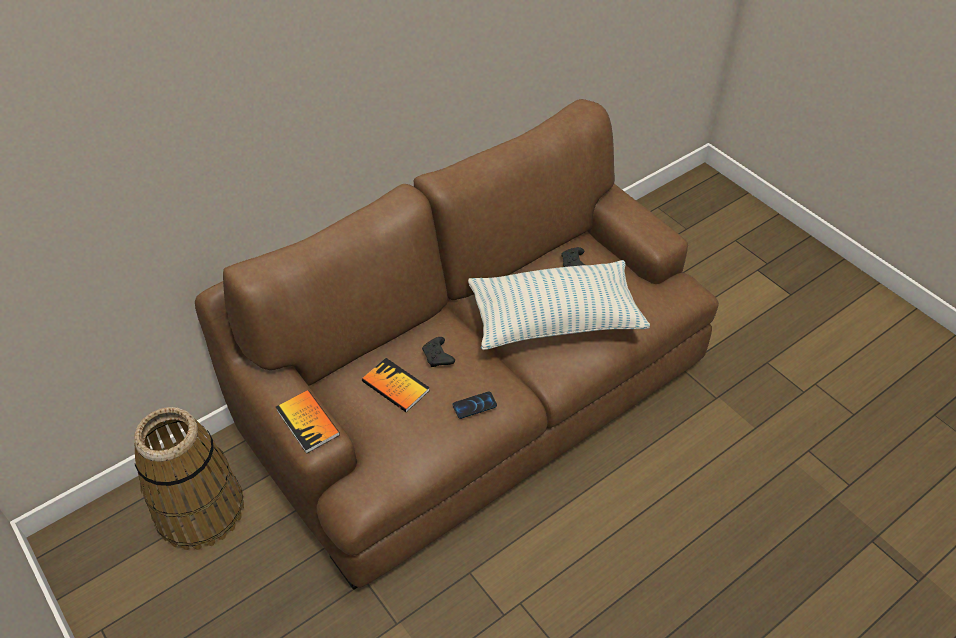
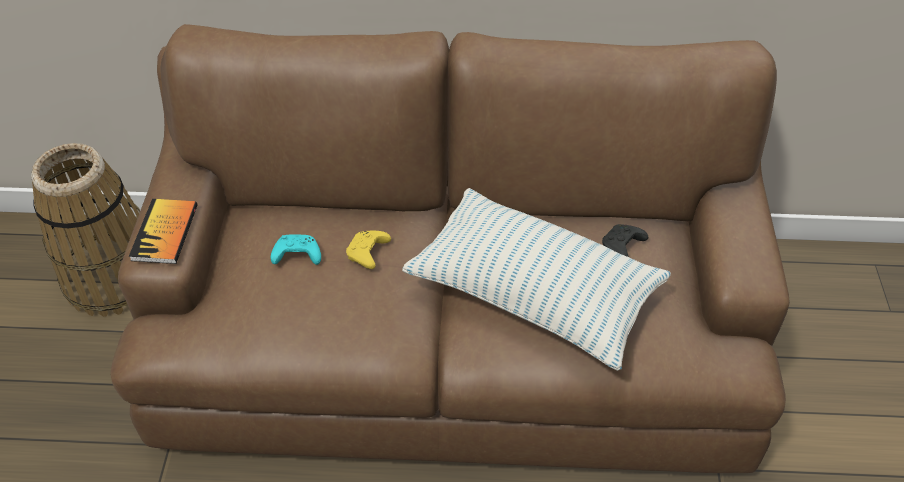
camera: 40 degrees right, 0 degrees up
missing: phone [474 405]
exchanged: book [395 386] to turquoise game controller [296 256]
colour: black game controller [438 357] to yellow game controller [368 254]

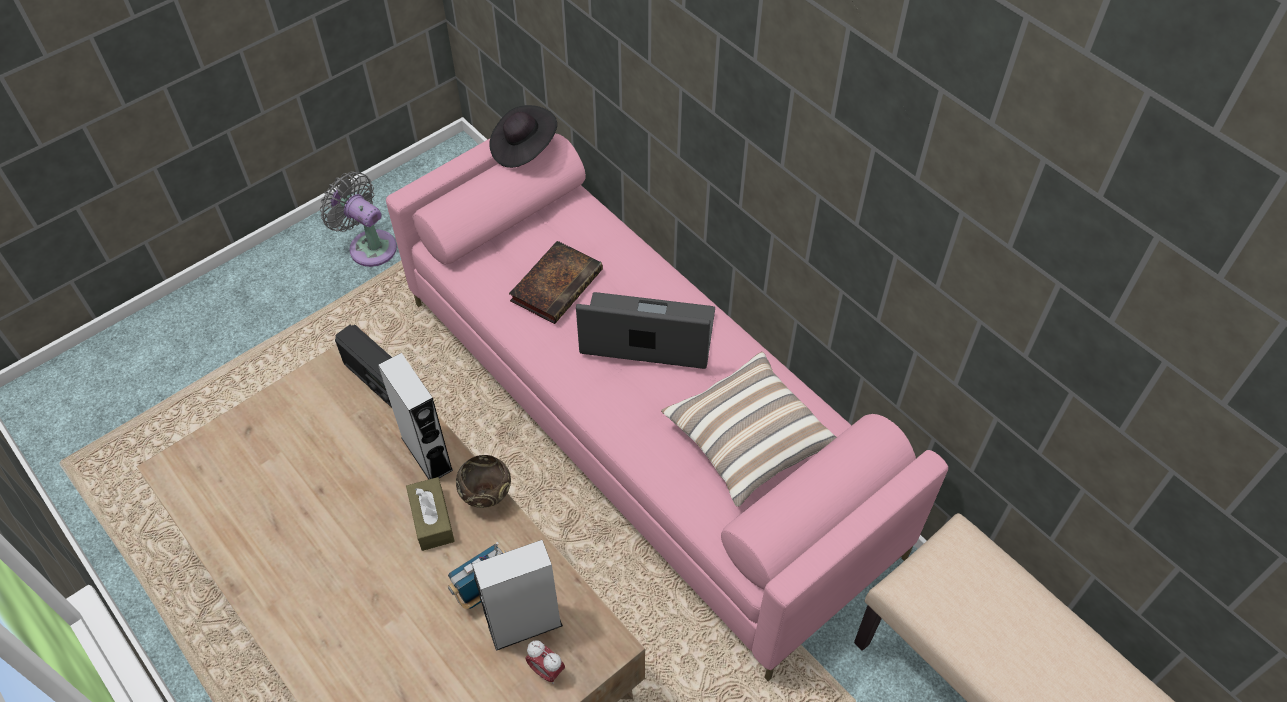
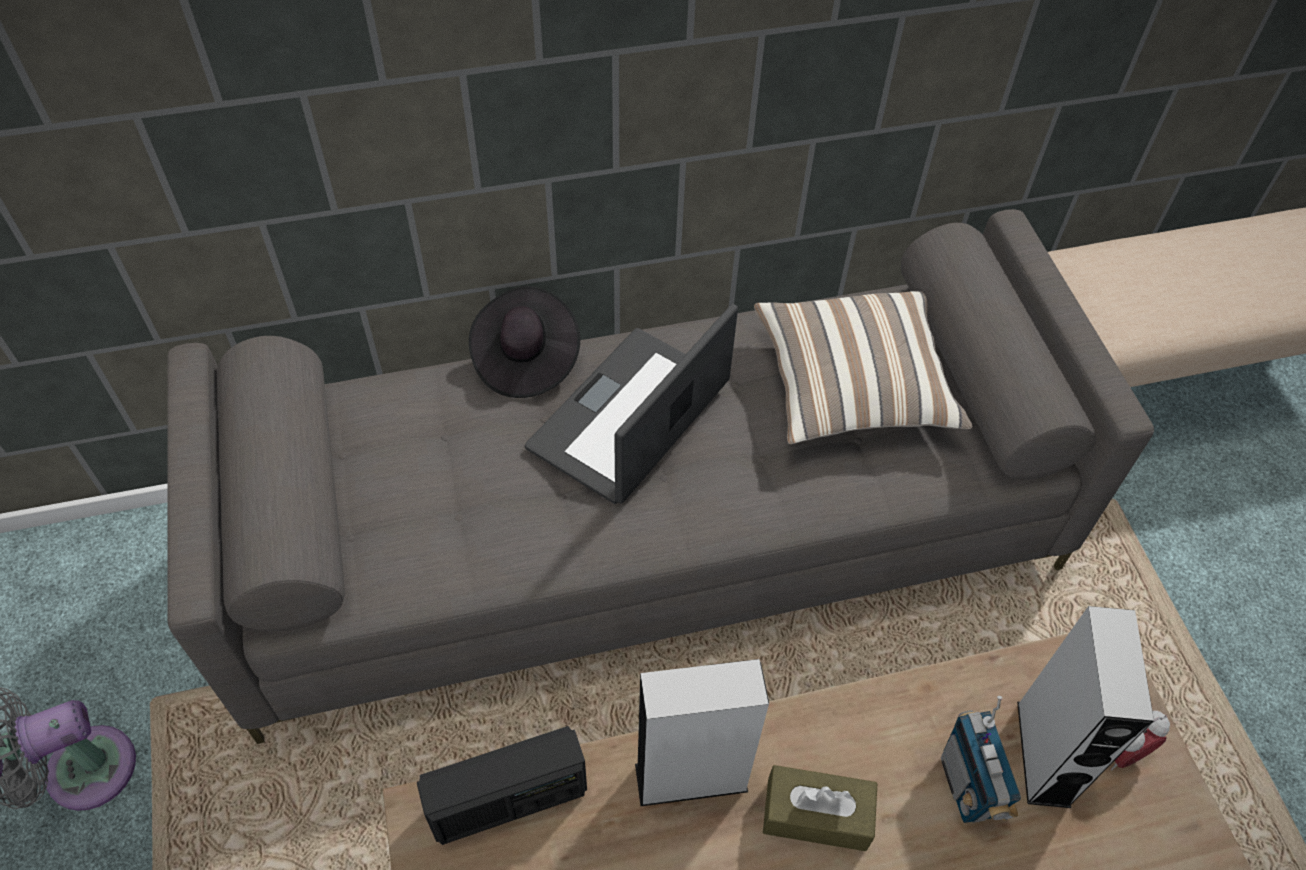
camera: 65 degrees left, 0 degrees up
missing: brown bowl [487 496]; book [557 284]
relocated: black hat [523 148] to [525 359]
colour: pink sofa [646 423] to grey sofa [651 534]

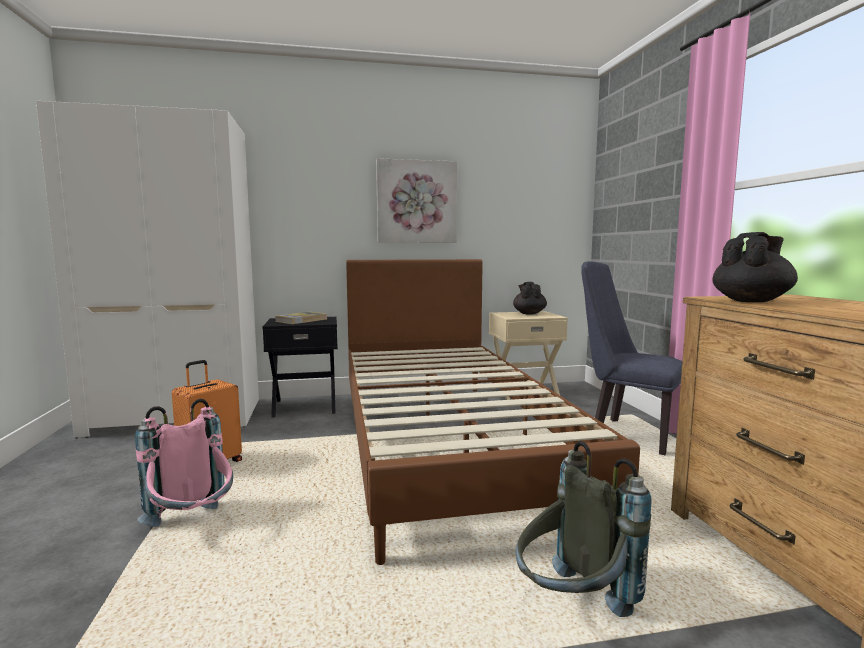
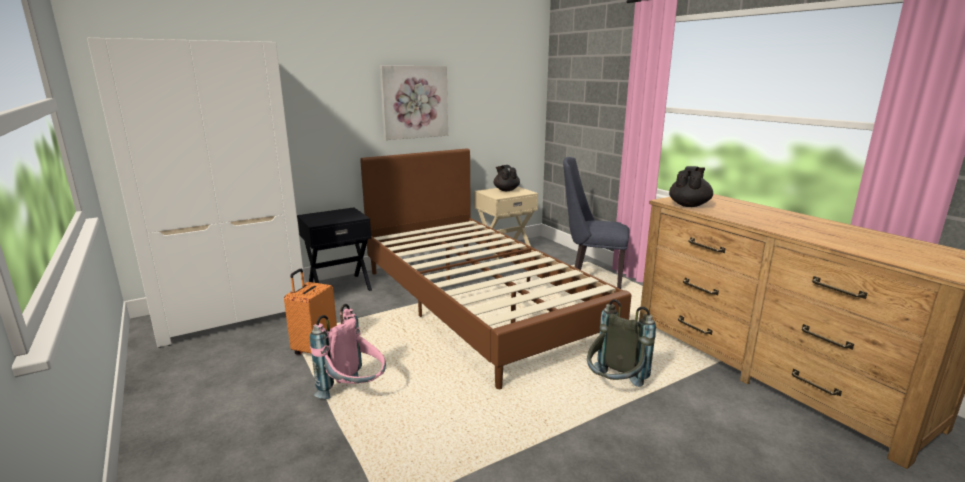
camera: 20 degrees left, 10 degrees up
missing: book [301 320]

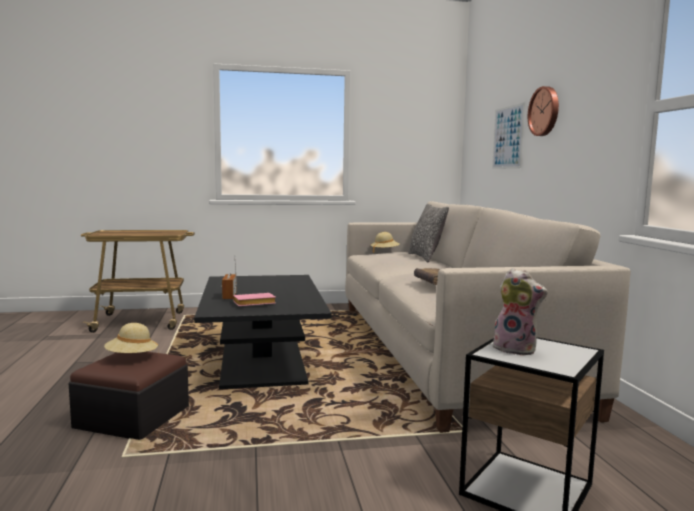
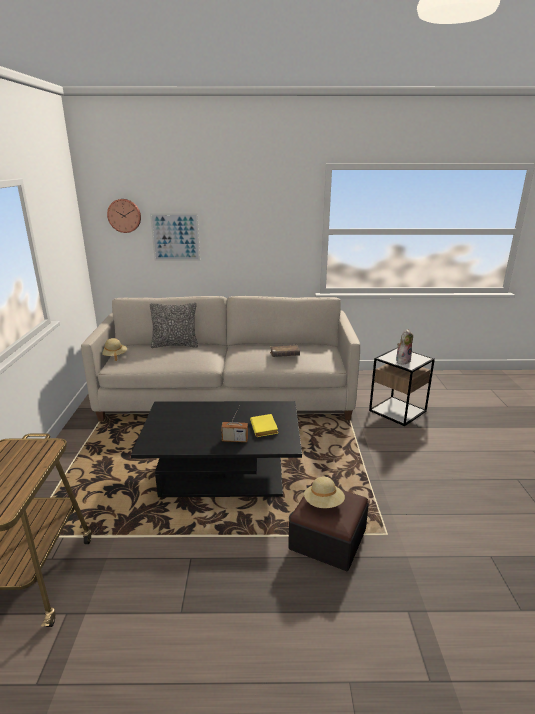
camera: 80 degrees left, 15 degrees up
relocated: wall clock [545 111] to [124 215]
colour: pink book [253 304] to yellow book [265 428]

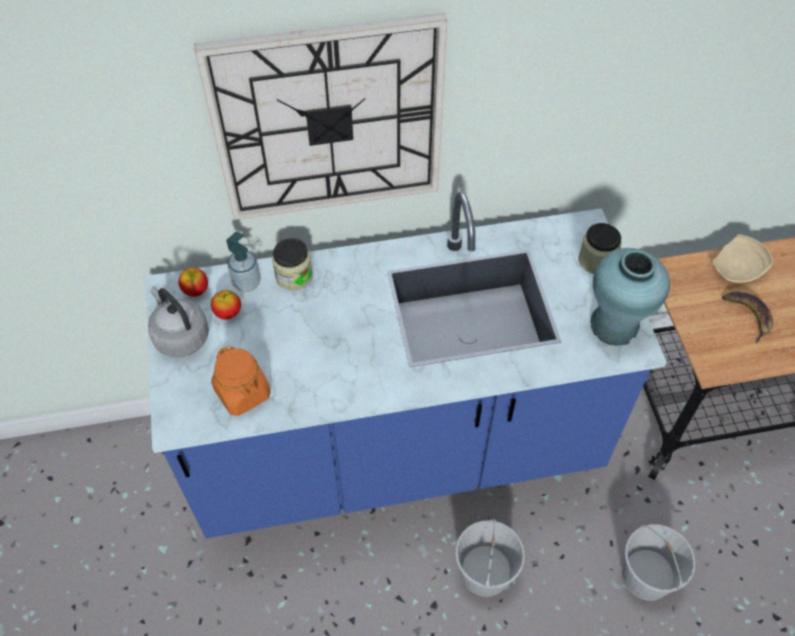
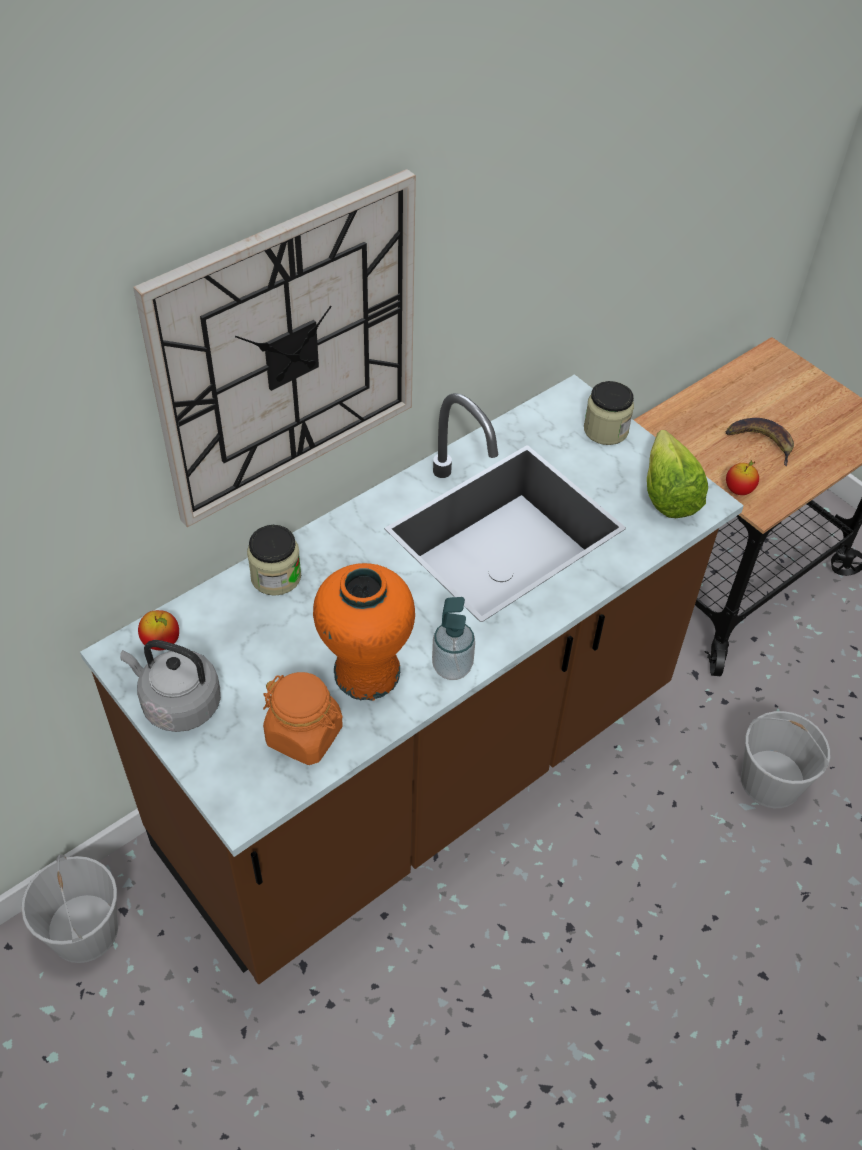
camera: 30 degrees left, 5 degrees down
missing: beige plate [738 268]
appeared: orange vase [366 672]
relocated: apple [228 313] to [738 490]; soap dispenser [247 283] to [452 667]; white bucket [485 573] to [85 931]
exchanged: turquoise vase [614 325] to lettuce [668 488]
colour: blue counter [397 451] to brown counter [423 774]

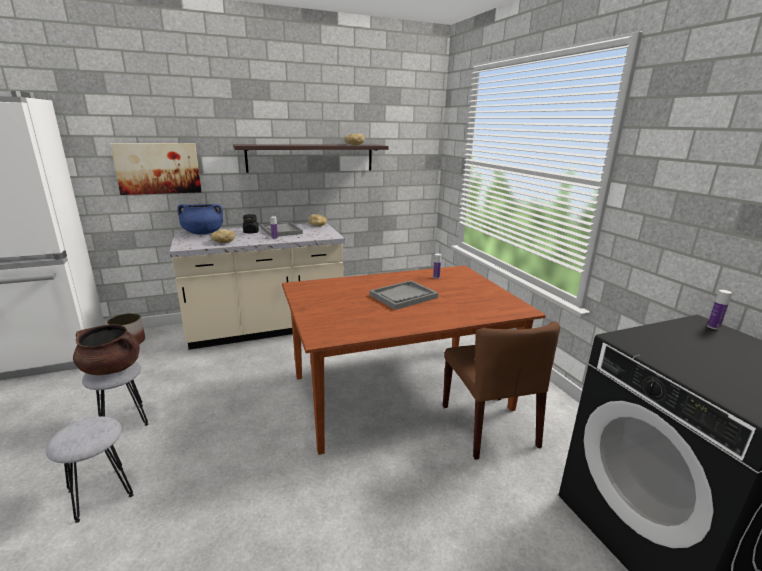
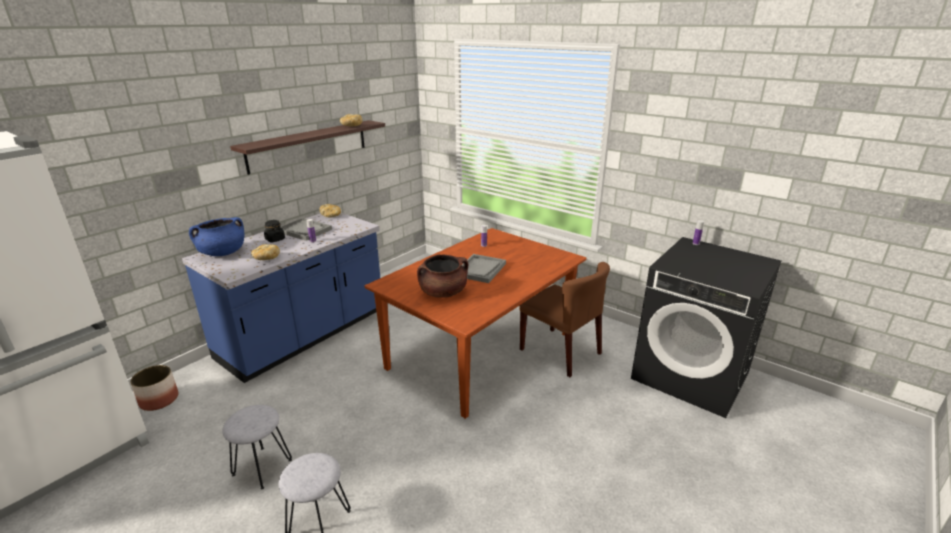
camera: 30 degrees left, 5 degrees up
missing: picture [158 168]
relocated: brown cooking pot [112 368] to [443 293]
colour: beige counter [266 328] to blue counter [304 335]

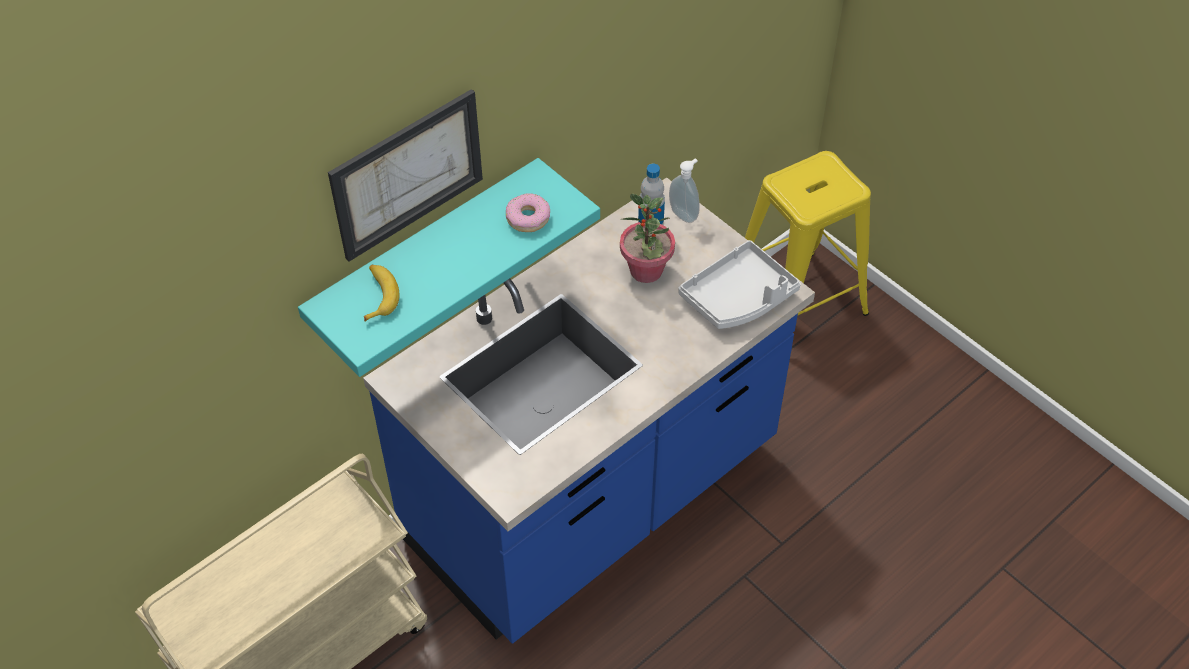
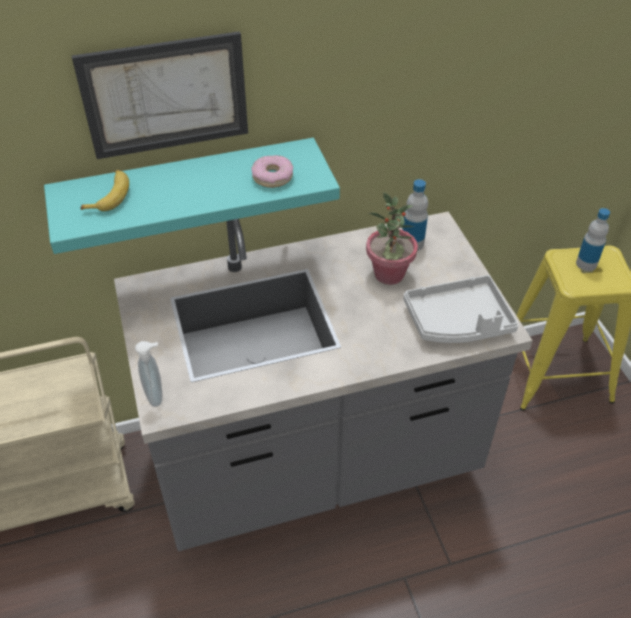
camera: 25 degrees right, 5 degrees down
appeared: bottle [586 264]
relocated: soap dispenser [684 214] to [157 395]
colour: blue counter [594 497] to grey counter [315 462]

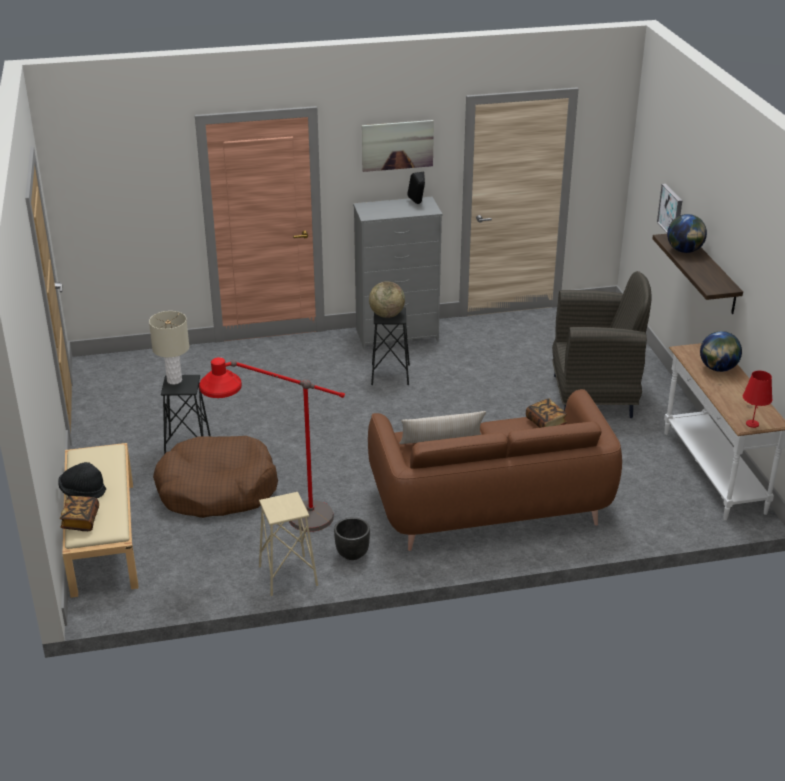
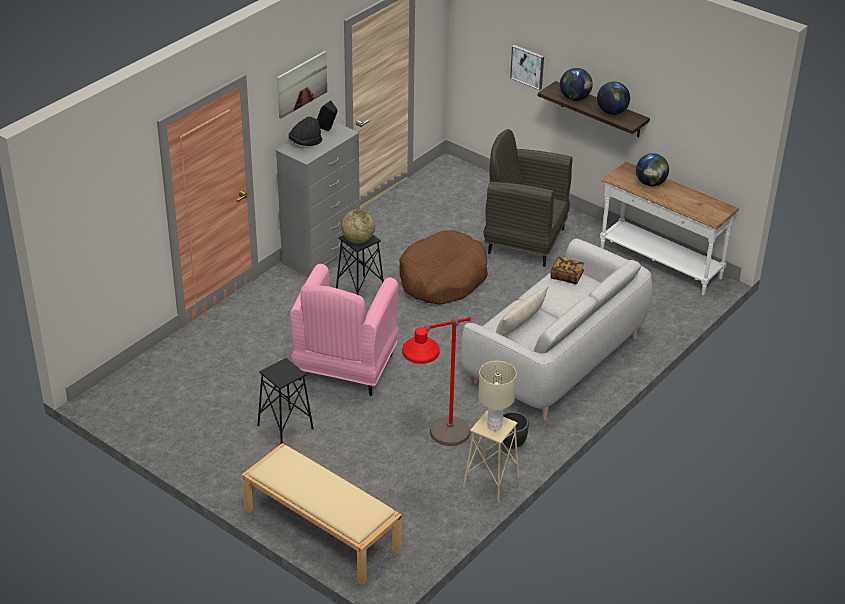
camera: 40 degrees left, 5 degrees up
missing: book [81 521]; red table lamp [752 424]
appeared: pink armchair [345 369]; globe [612 112]
relocated: black hat [83 492] to [305 143]; beige table lamp [174 380] to [494 426]; brown dog bed [217 489] to [442 279]
colour: brown sofa [490 505] to grey sofa [555 359]
spun: grey armchair [594 396] = [524 241] 120 degrees counterclockwise

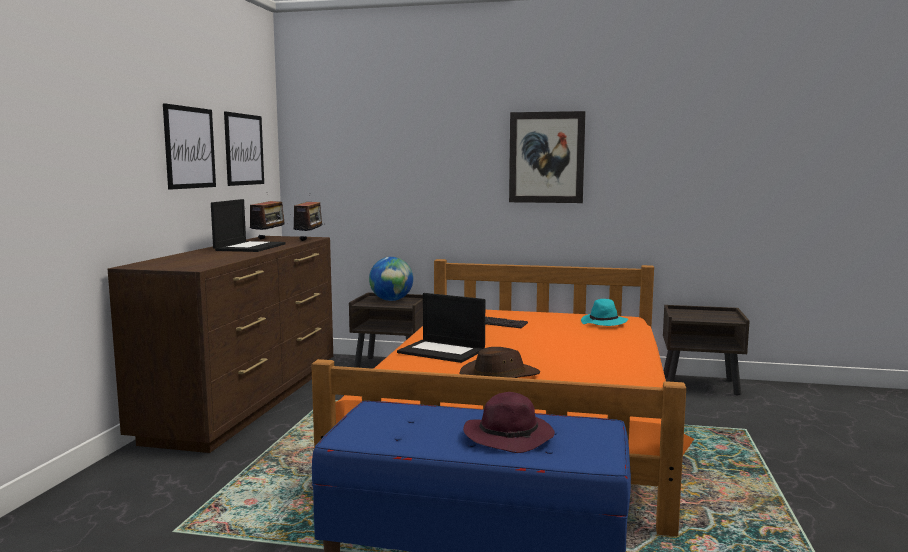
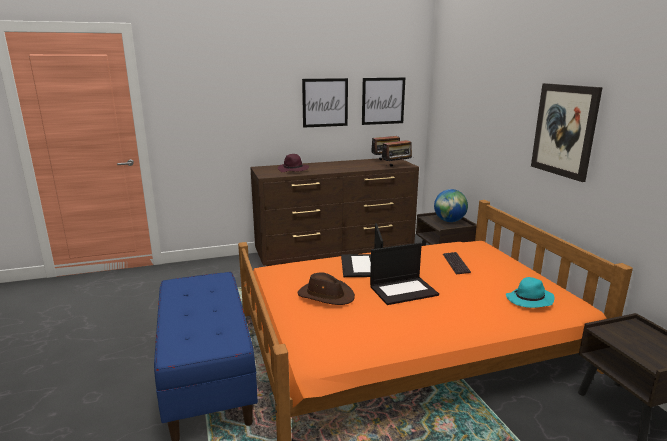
camera: 60 degrees right, 10 degrees up
relocated: laptop [250 247] to [403 290]; purple hat [510 437] to [293 170]

